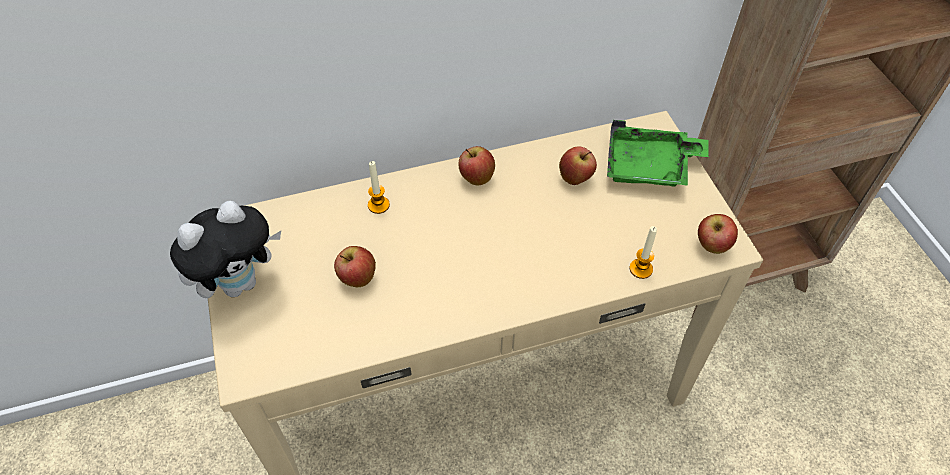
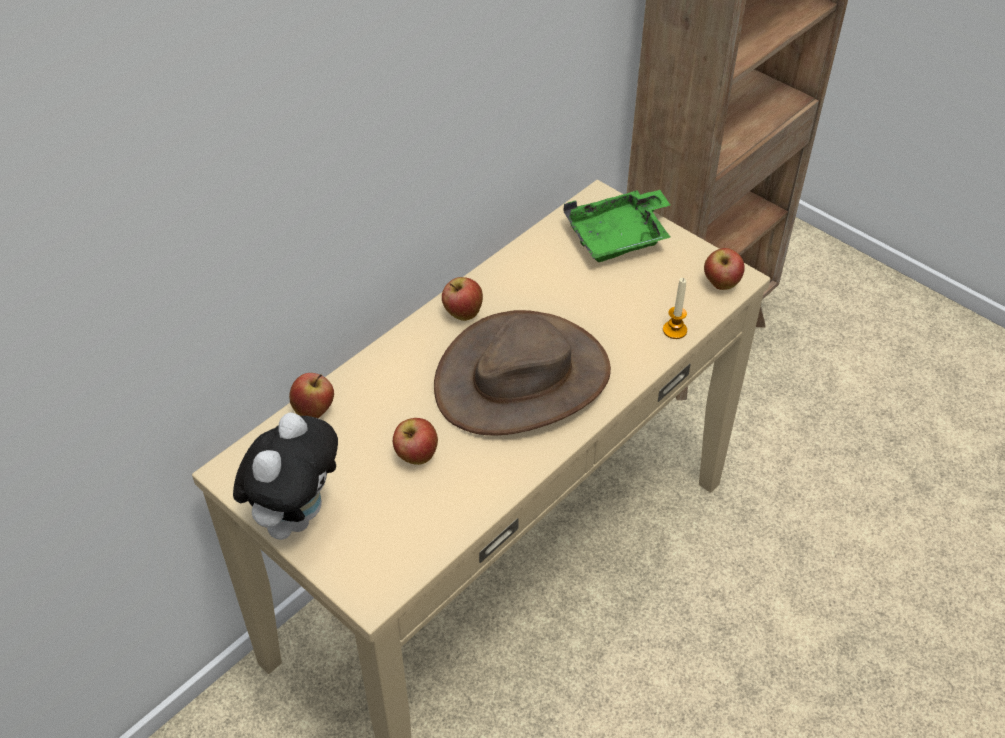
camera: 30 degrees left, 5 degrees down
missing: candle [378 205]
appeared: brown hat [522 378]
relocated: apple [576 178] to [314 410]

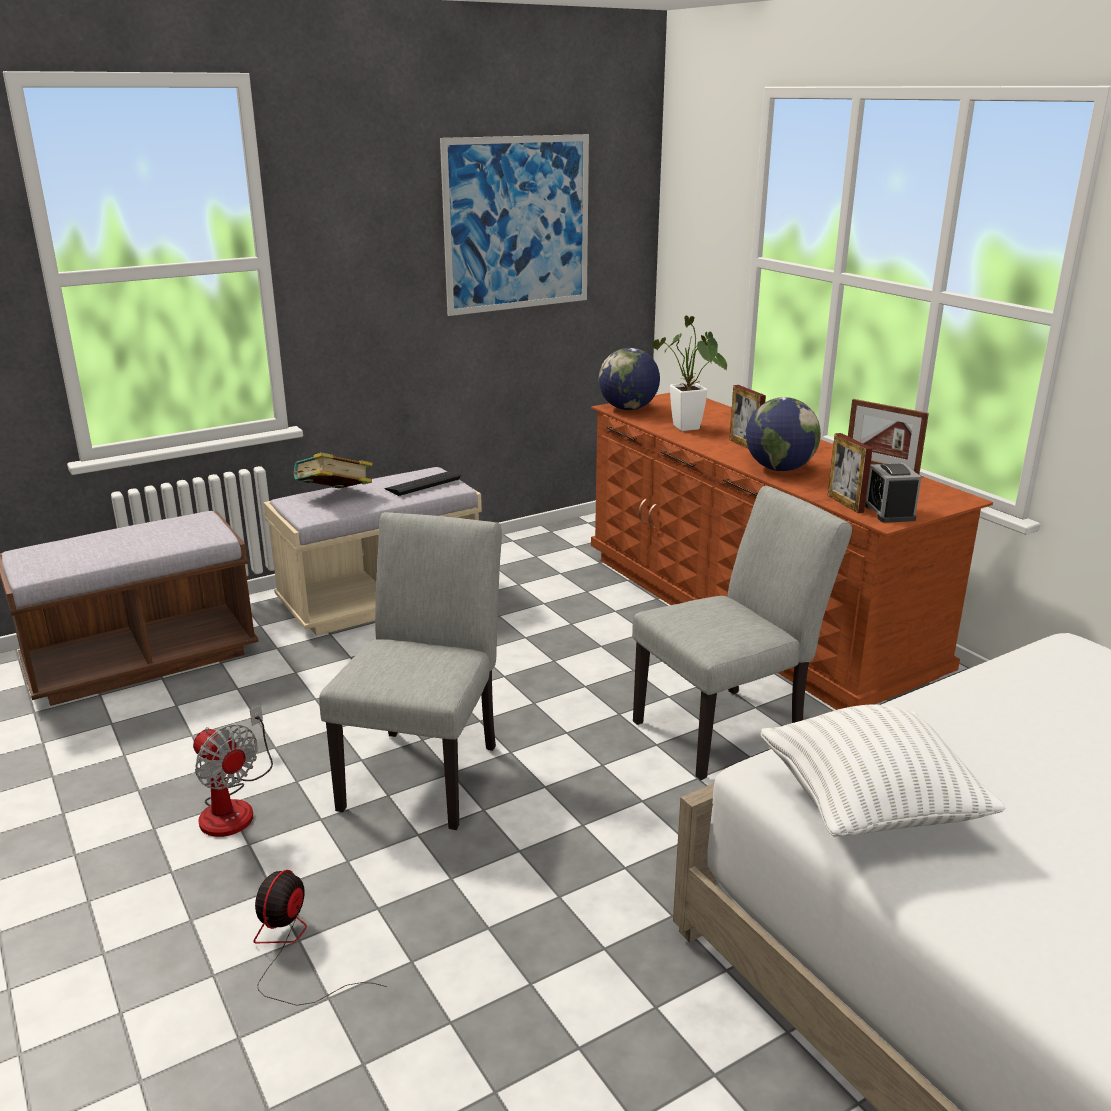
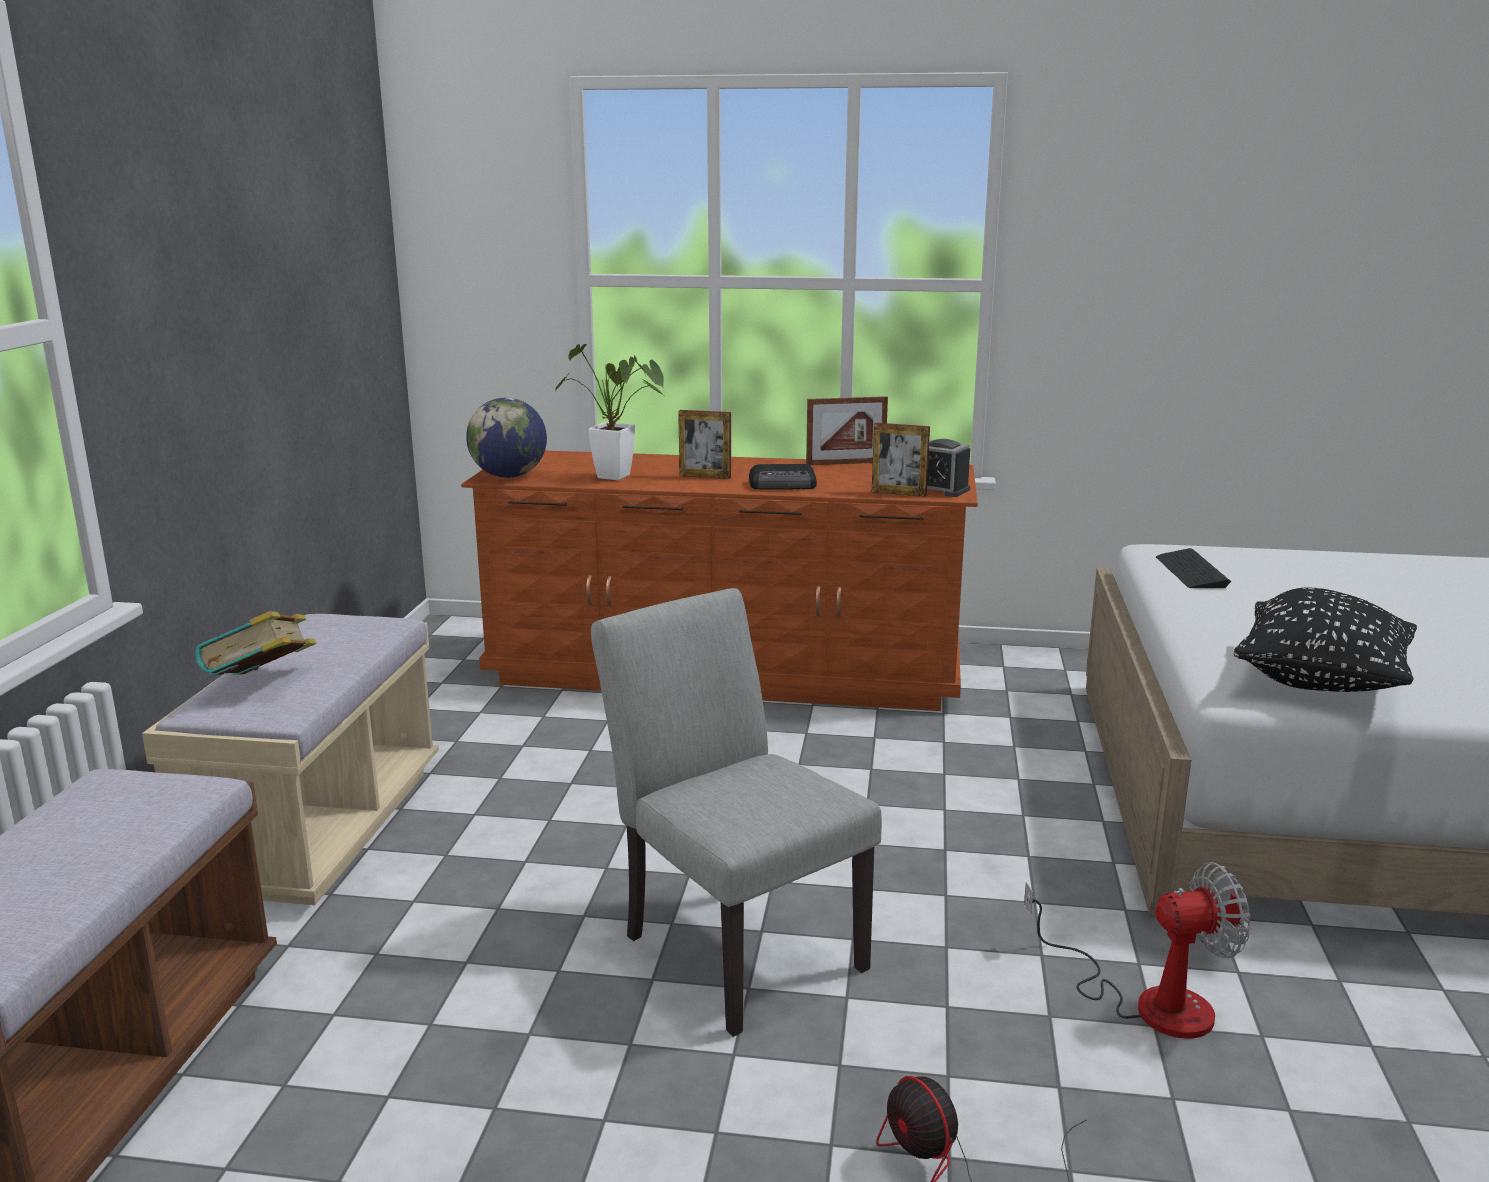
camera: 50 degrees left, 5 degrees down
missing: picture [517 224]; grey chair [729 728]
relocated: fan [233 806] to [1148 1001]; keyboard [423 484] to [1191 571]
exchanged: globe [779 469] to radio [784 485]
colour: white pillow [869 809] to black pillow [1320 682]

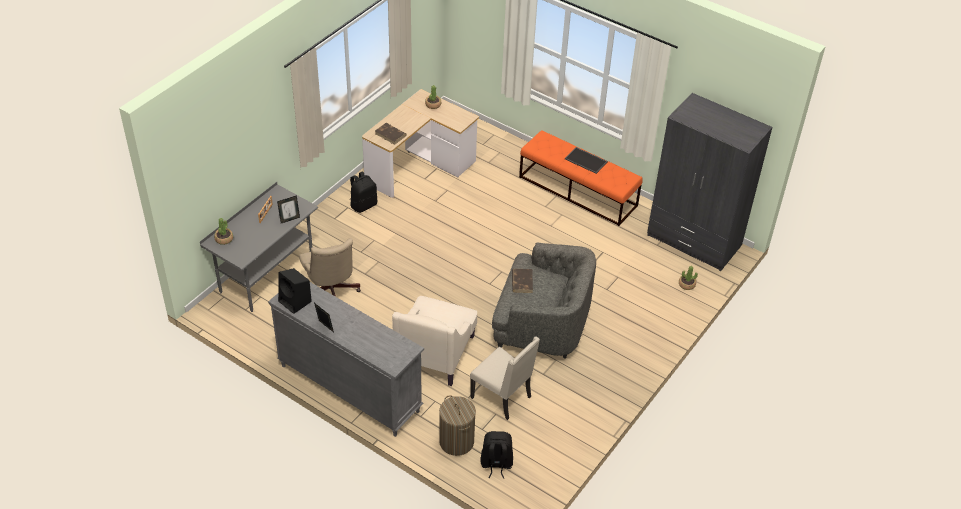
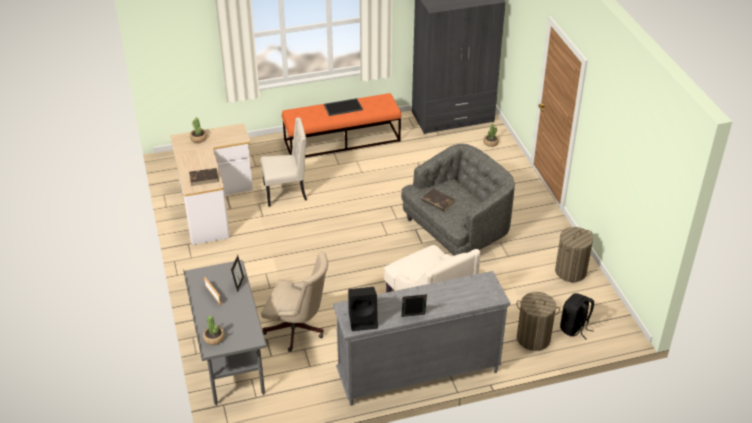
camera: 50 degrees left, 5 degrees down
missing: black backpack [363 205]
appeared: laundry basket [570 271]
relocated: beige chair [502 397] to [286 192]

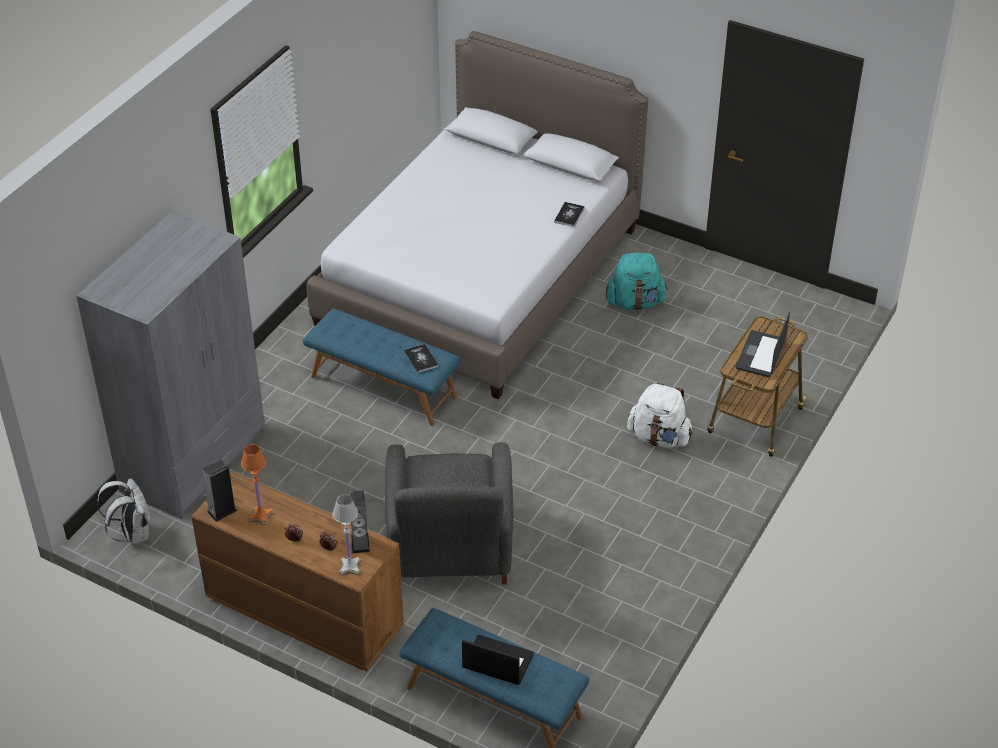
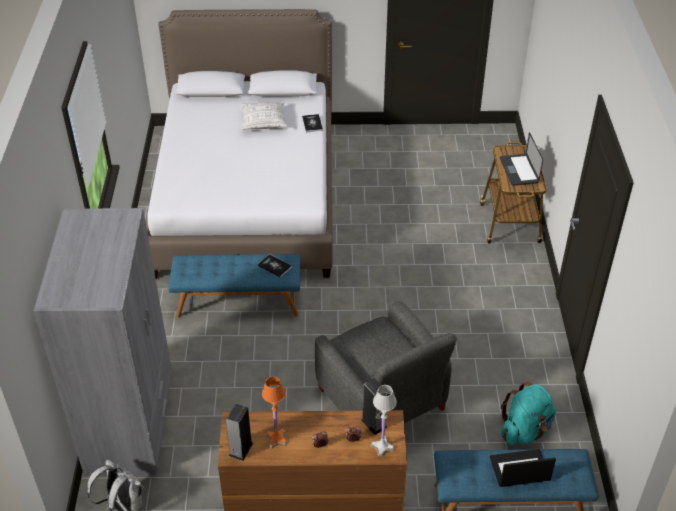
camera: 30 degrees left, 0 degrees up
missing: white backpack [659 437]
appeared: pillow [264 122]
relocated: turquoise backpack [635 302] to [525 431]

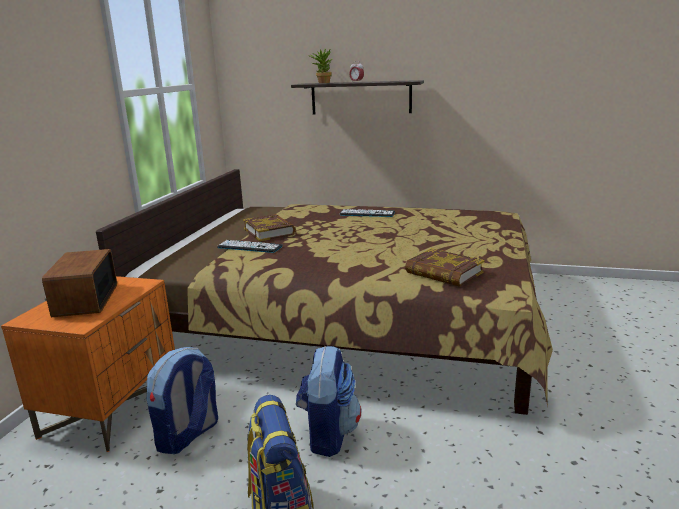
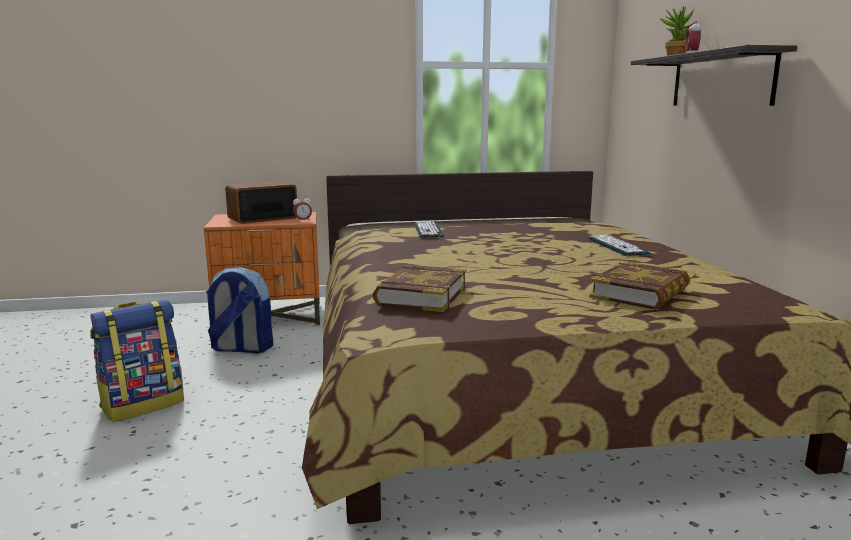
camera: 65 degrees right, 5 degrees down
missing: backpack [328 434]
appeared: alarm clock [303 221]
relocated: book [269 231] to [640 293]

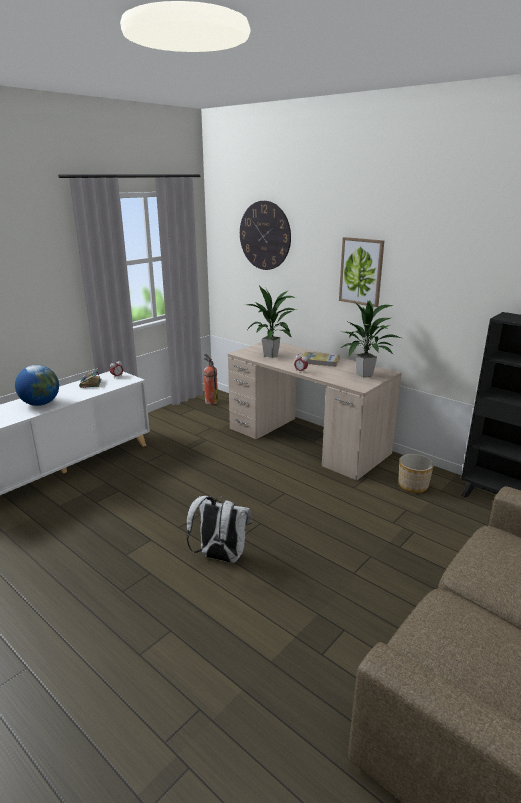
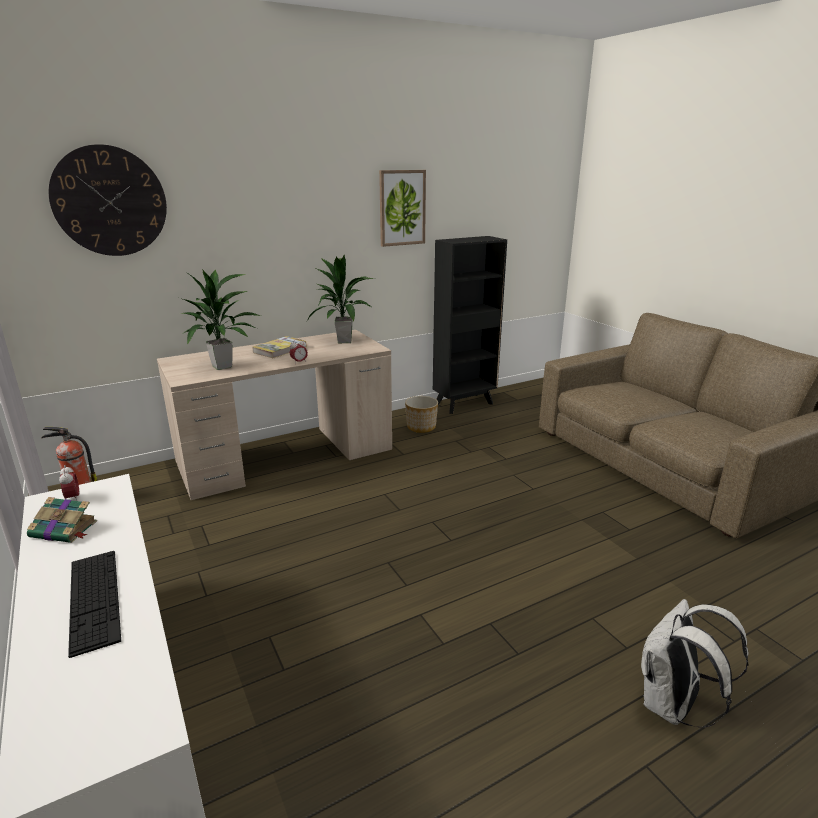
camera: 70 degrees left, 0 degrees up
relocated: white backpack [220 557] to [672 705]; picture [361 271] to [402 208]
exchanged: globe [40 404] to keyboard [94 599]

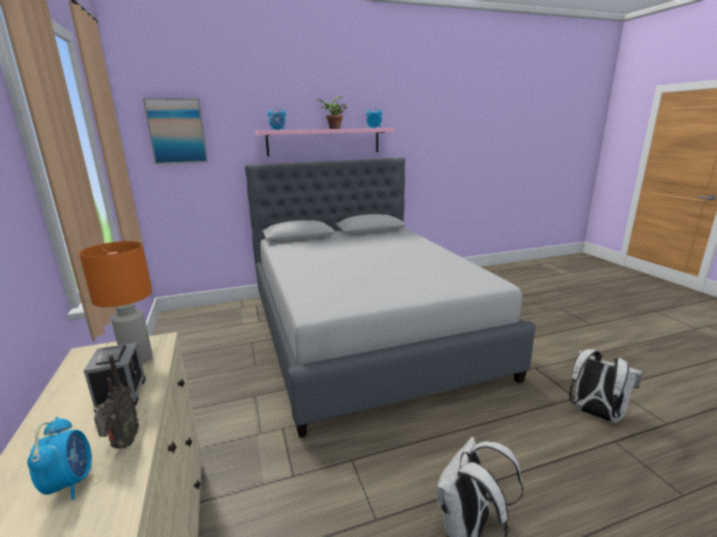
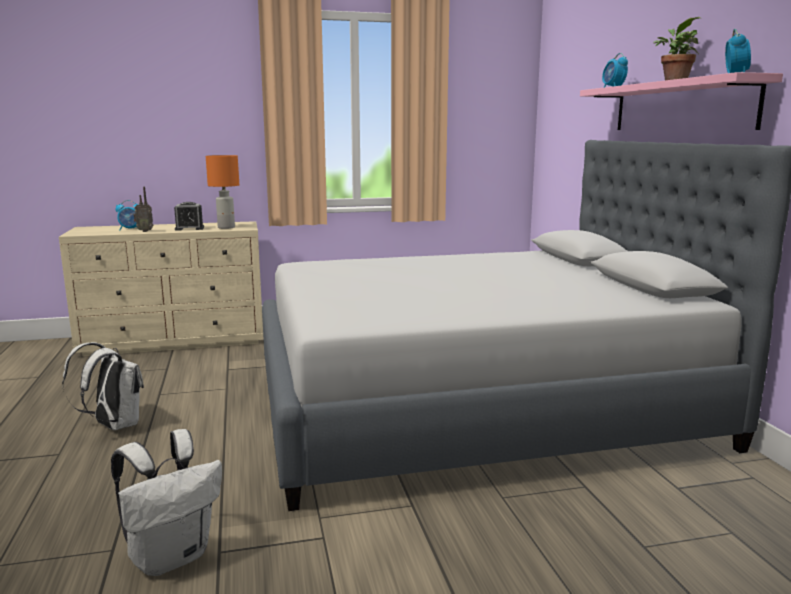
camera: 95 degrees right, 5 degrees down
missing: picture [177 131]

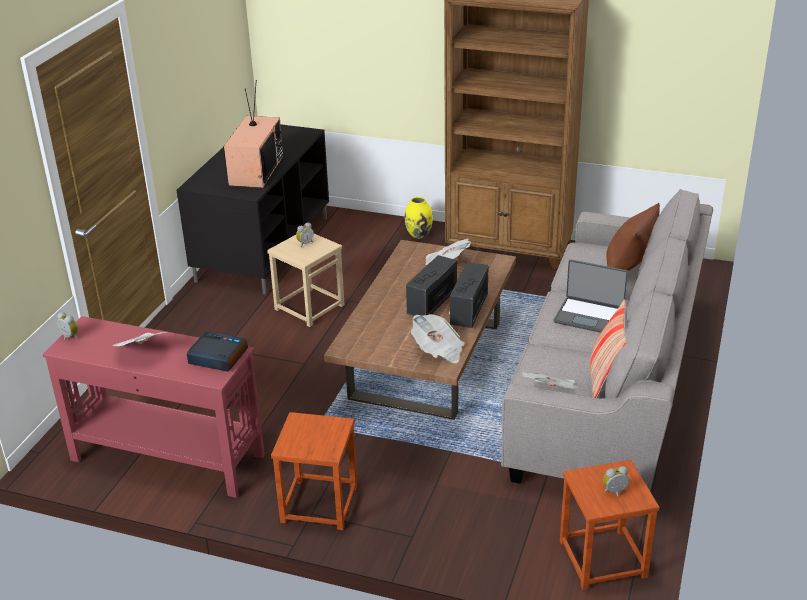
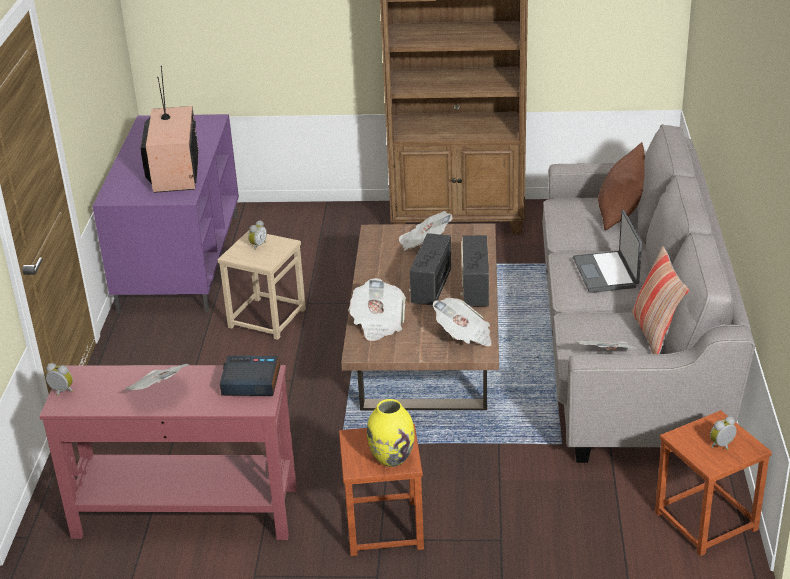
camera: 15 degrees left, 0 degrees up
appeared: newspaper [378 323]
relocated: yellow vase [418 234] to [391 458]
colour: black tv stand [263 248] to purple tv stand [179 261]
spun: laptop [589 316] = [606 273] 75 degrees clockwise

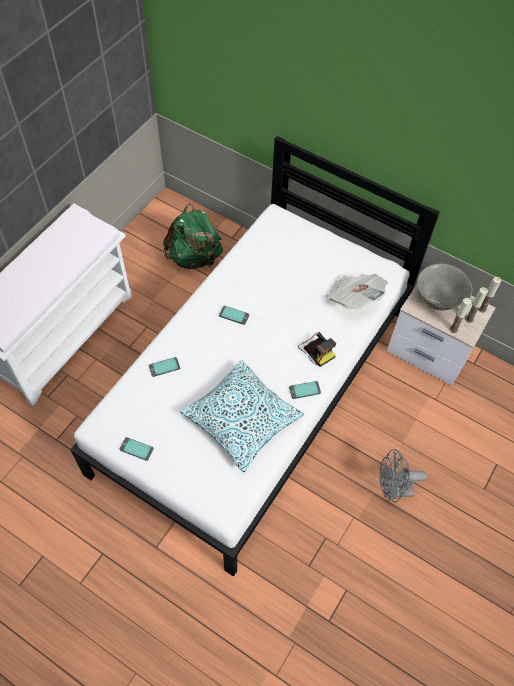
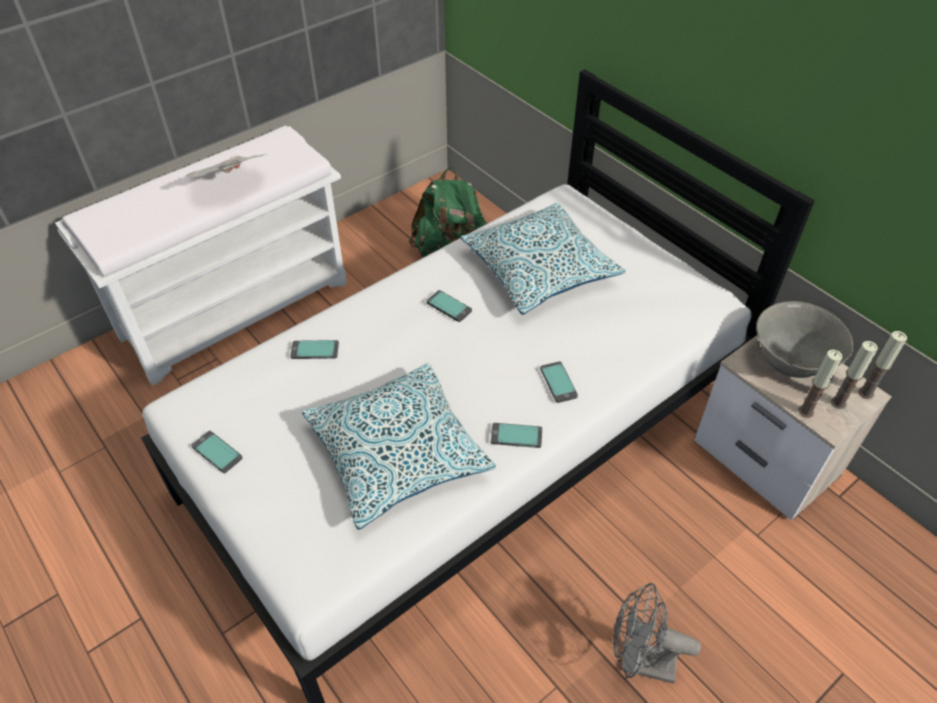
camera: 20 degrees right, 10 degrees down
appeared: pillow [540 269]
relocated: newspaper [353 298] to [231 183]
exchanged: photo camera [316 350] to phone [558 382]

